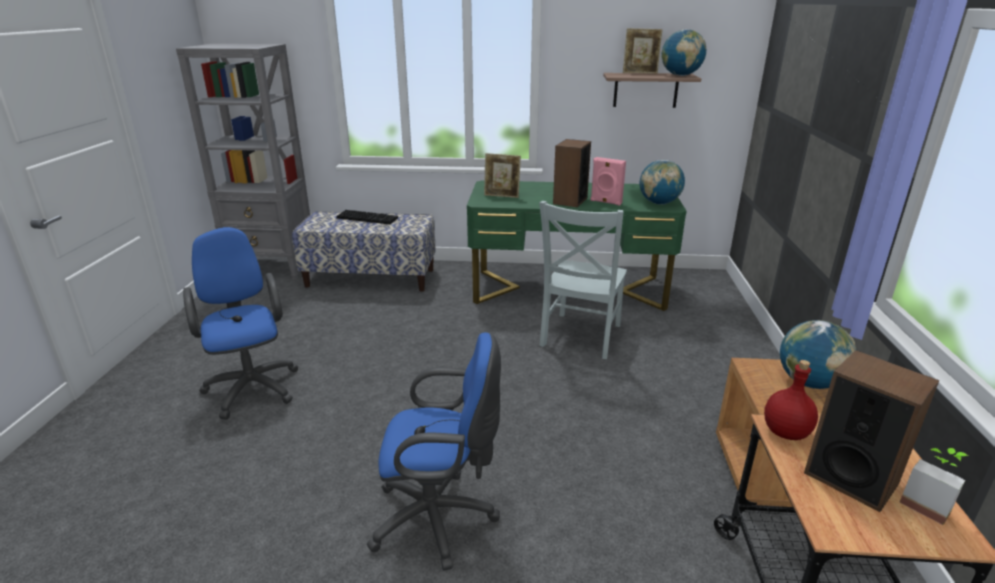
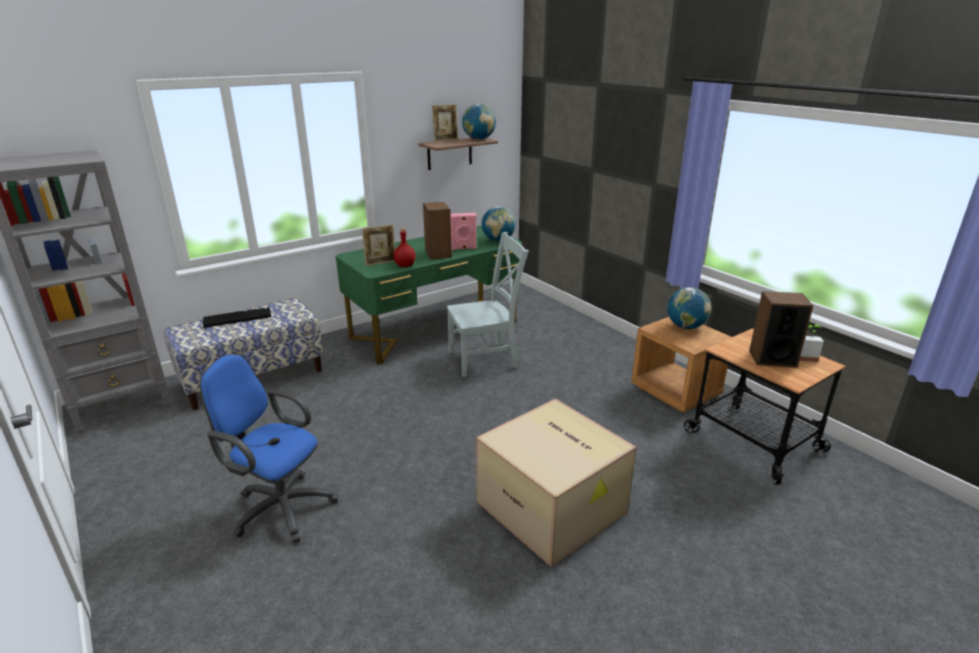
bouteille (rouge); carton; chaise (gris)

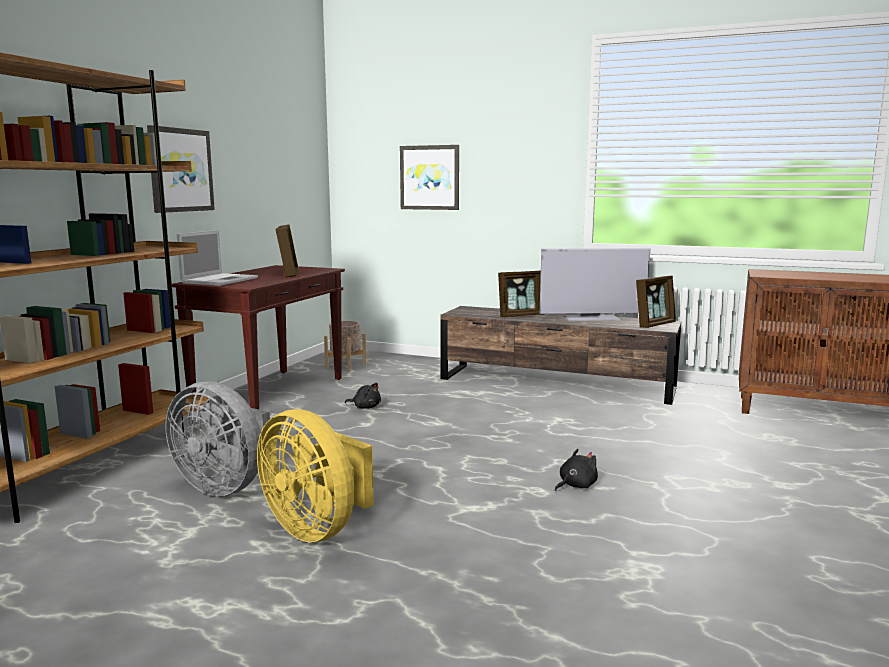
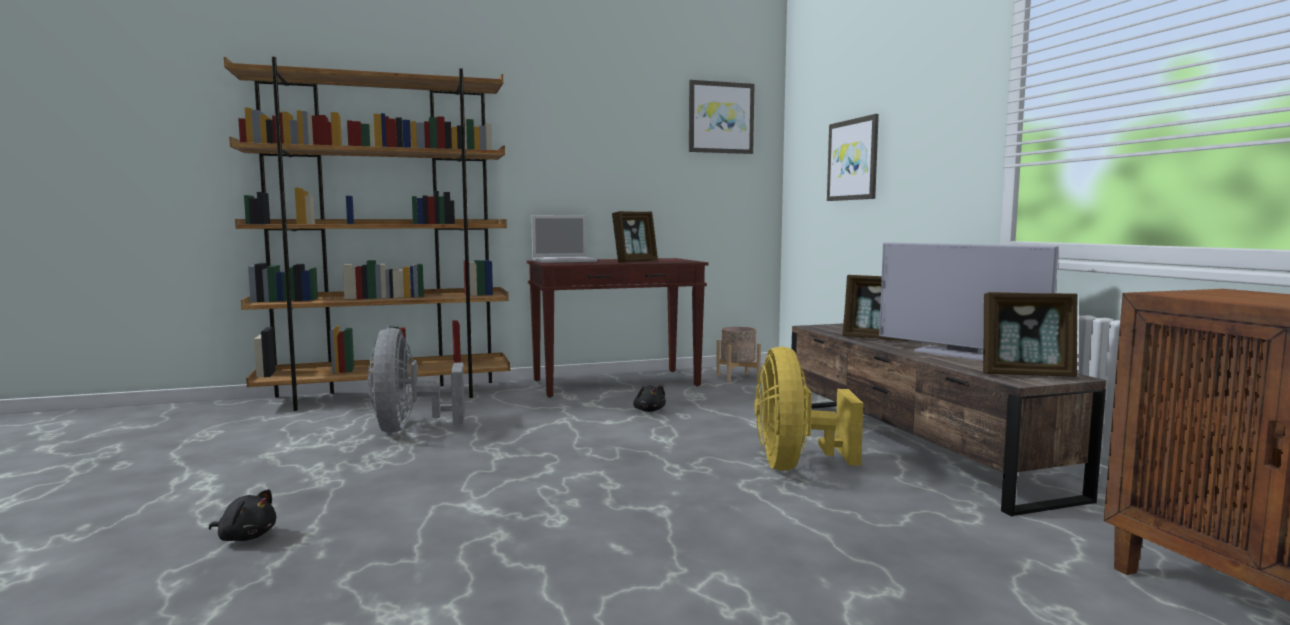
tableau (1st from left); ventilateur (jaune); peluche (noir) (1st from left)

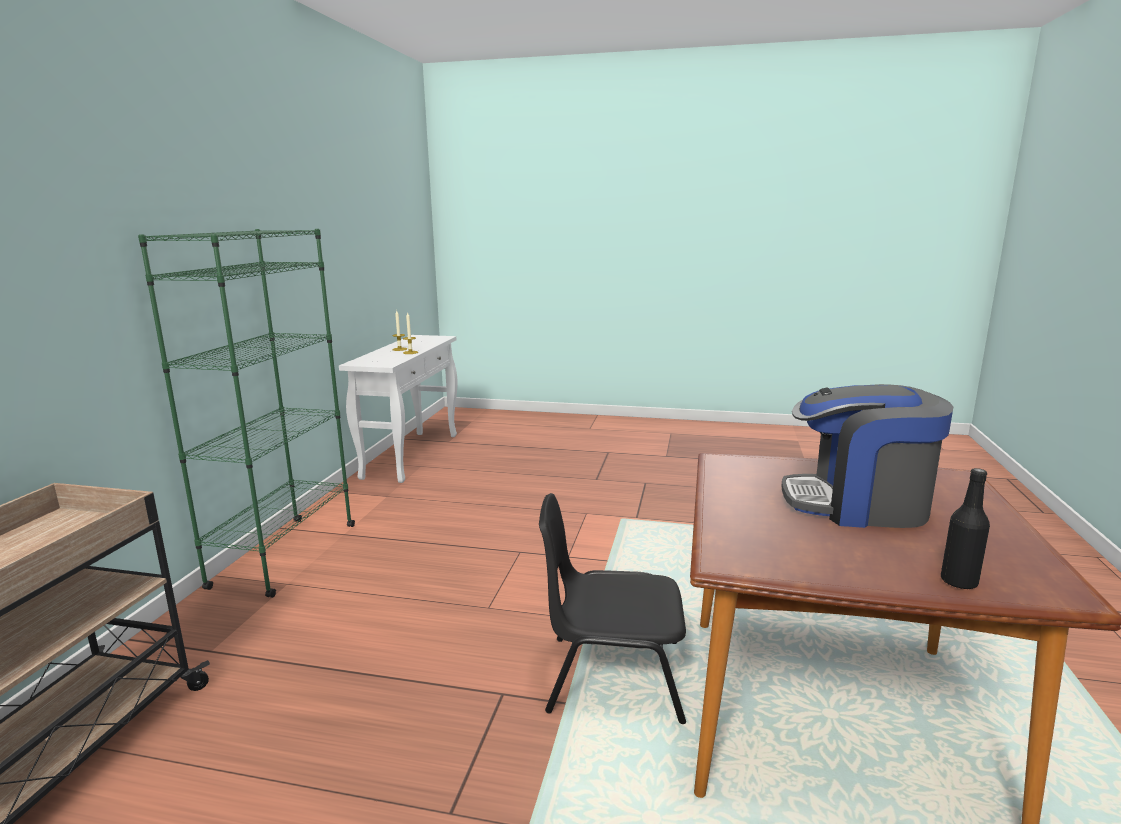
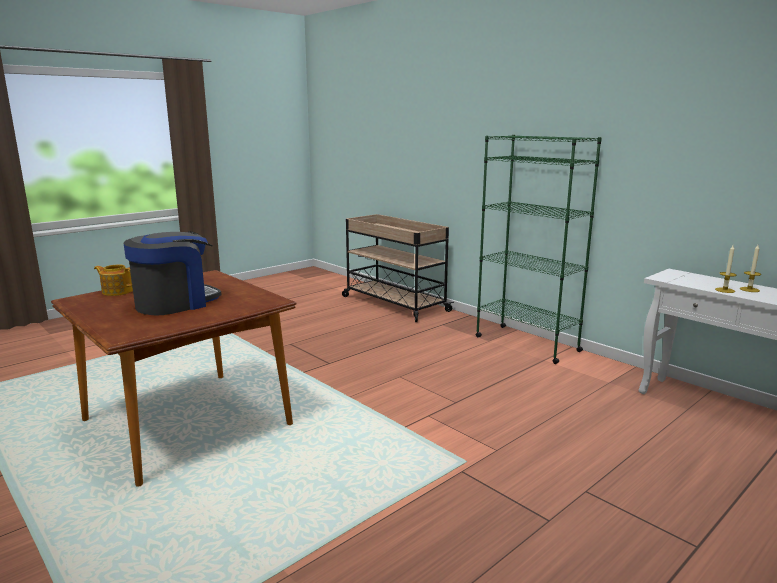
chaise (noir); théière

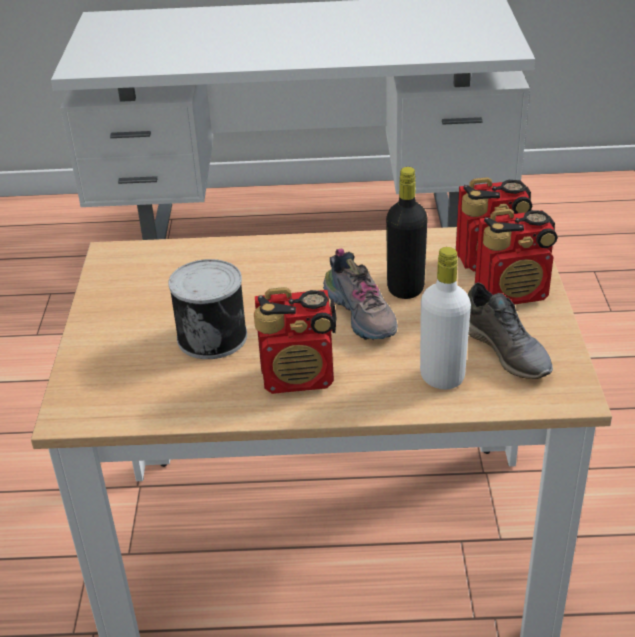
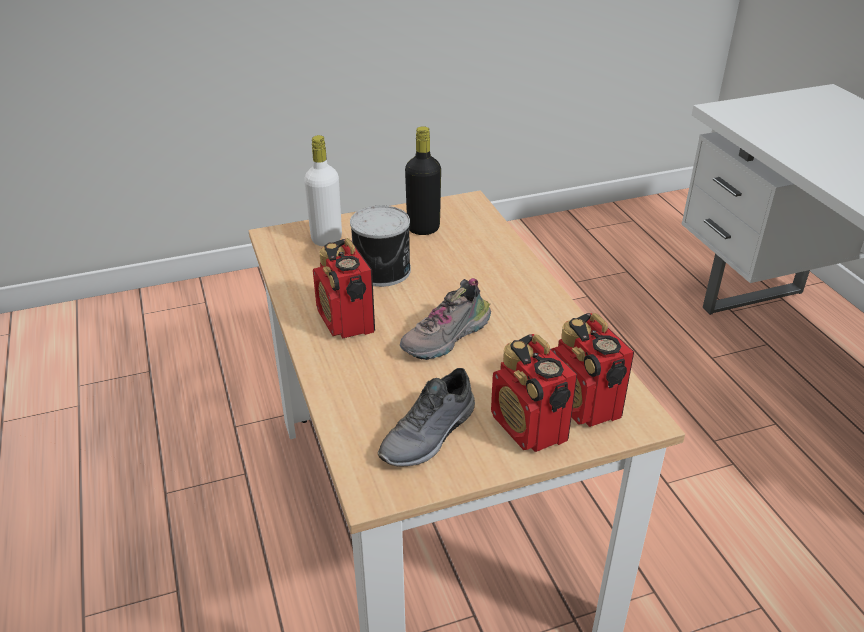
bouteille (noir); bouteille (blanc)

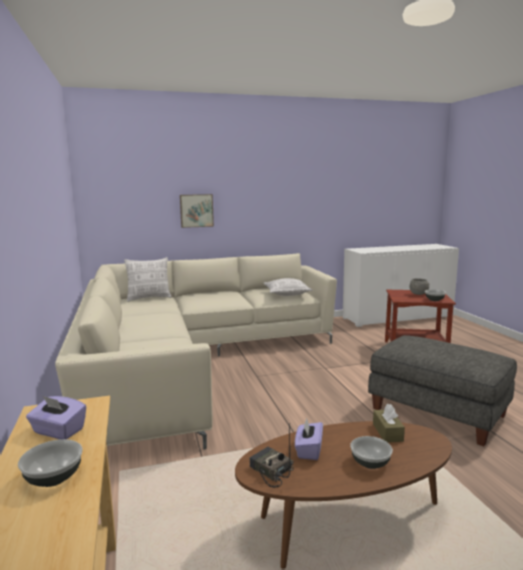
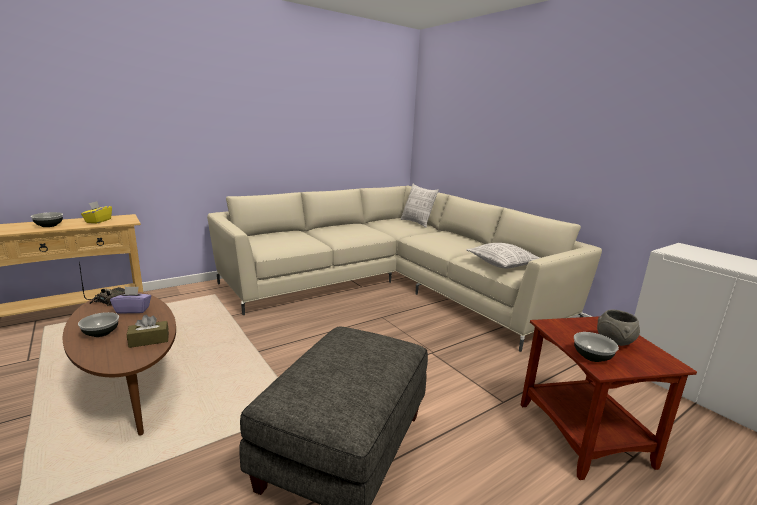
tableau; boîte à mouchoirs (jaune)

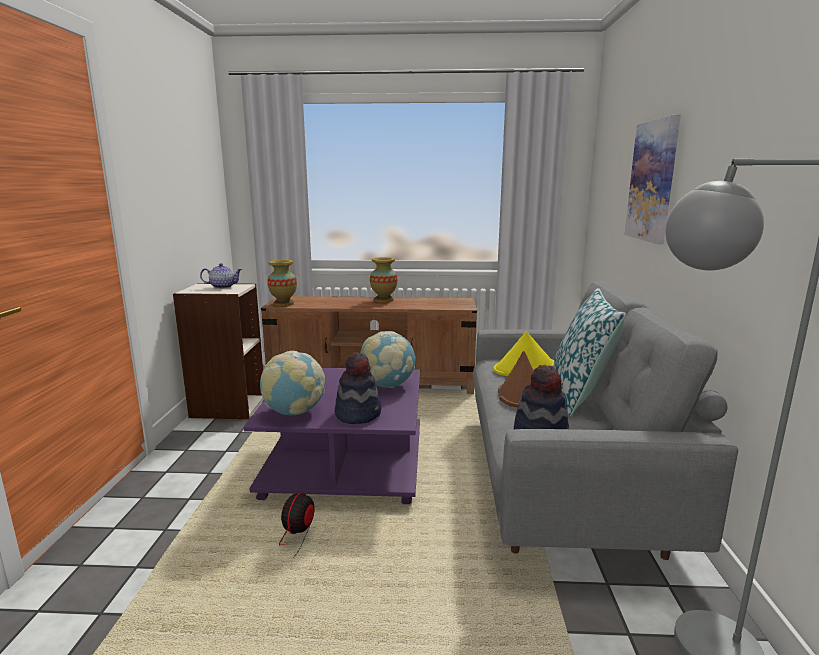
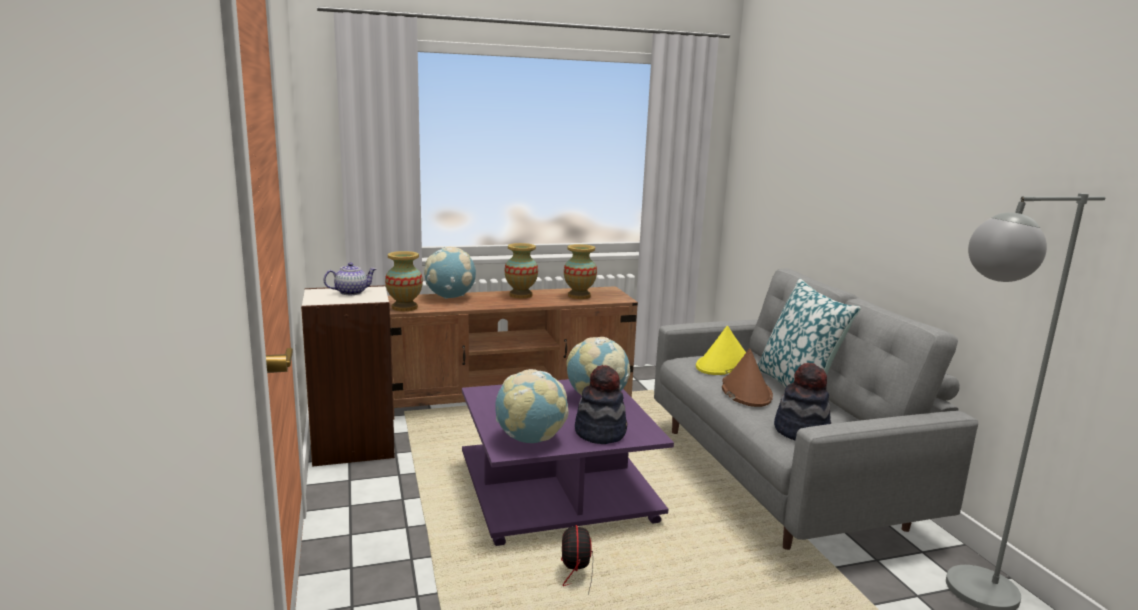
tableau; globe (1st from left); vase (3rd from left)

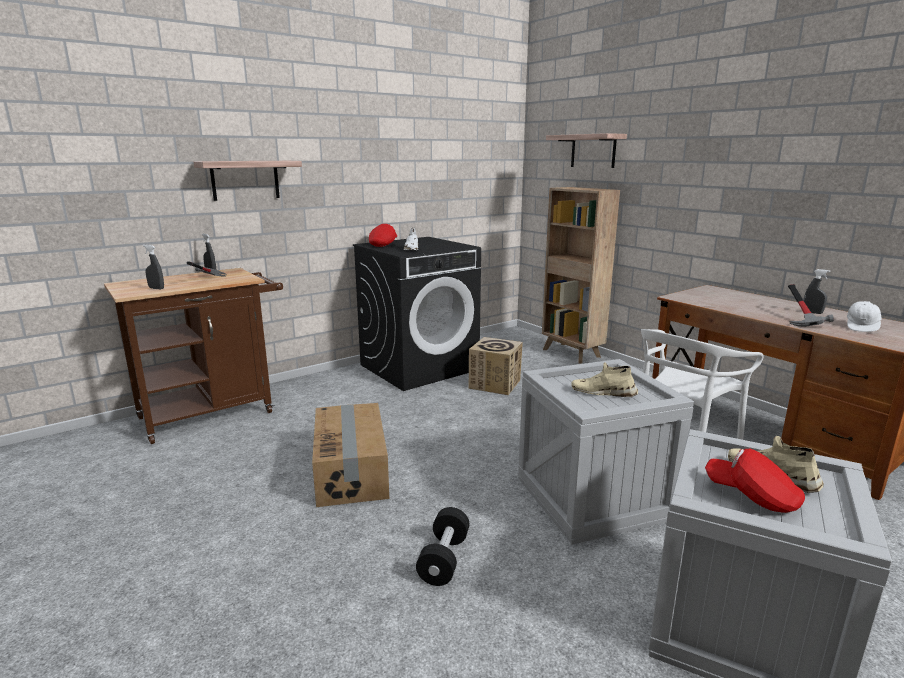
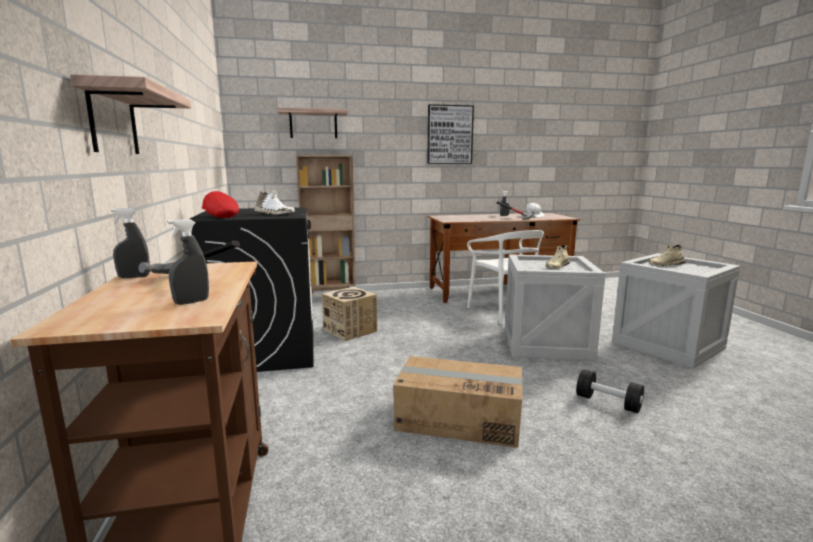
casquette (rouge) (2nd from left in the first image); tableau

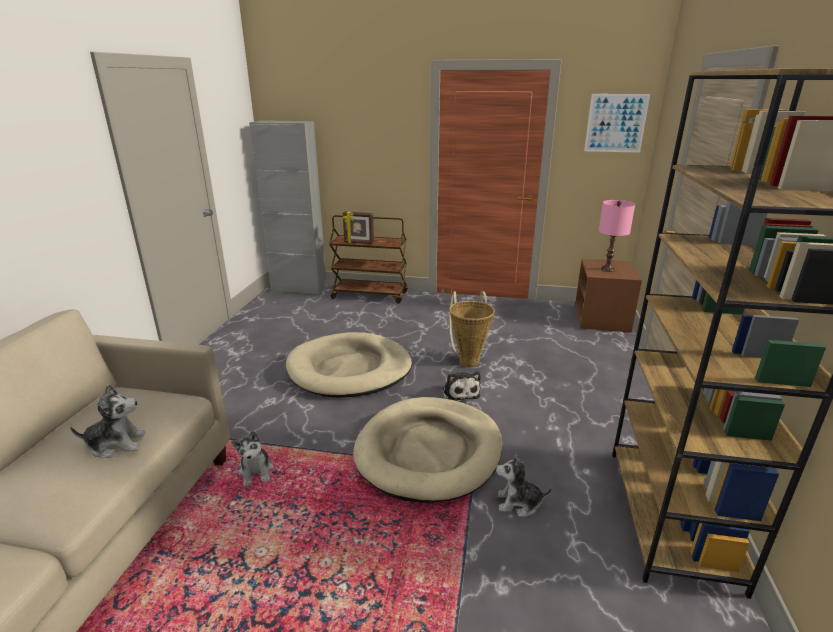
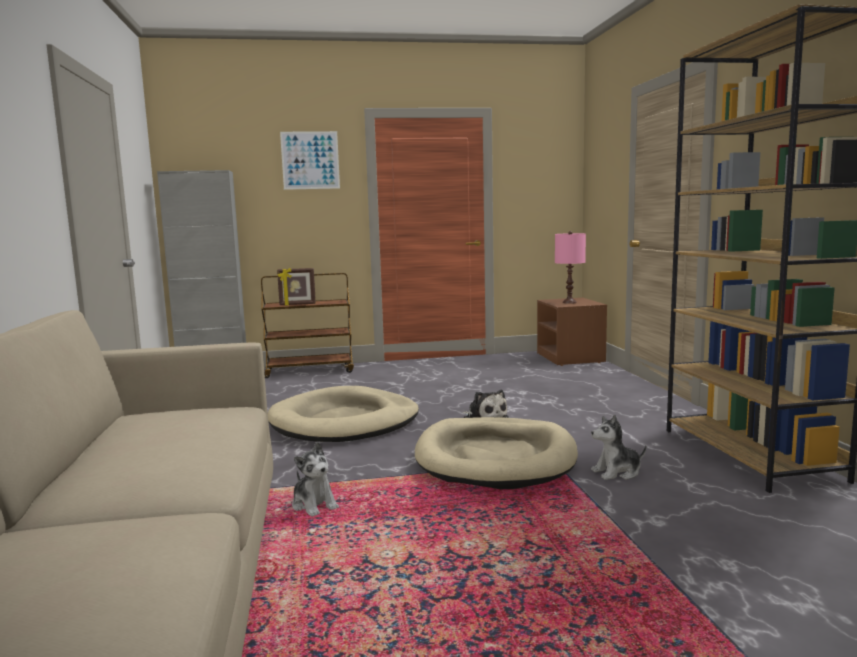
peluche (1st from left in the first image); panier; tableau

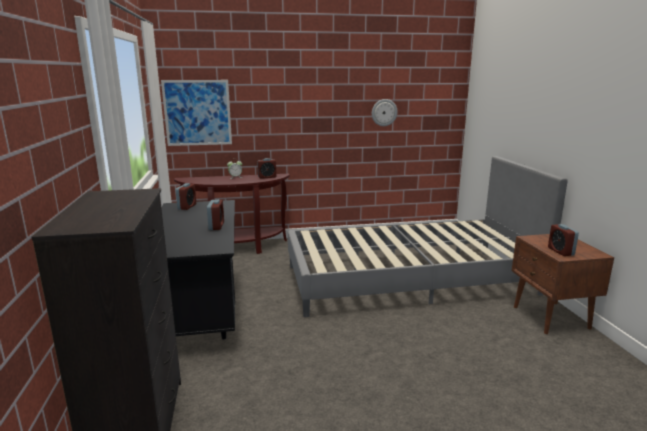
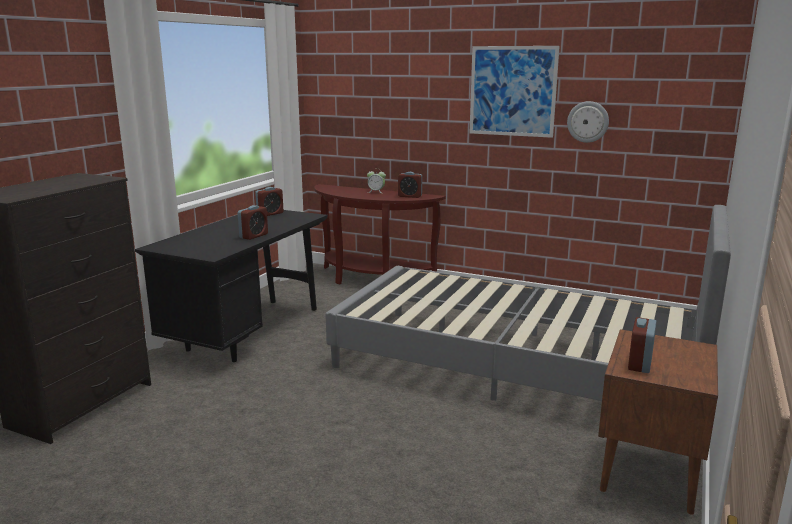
tableau

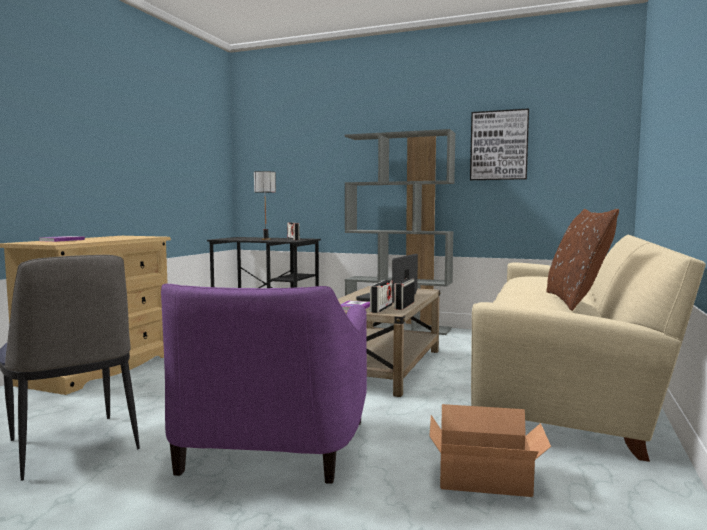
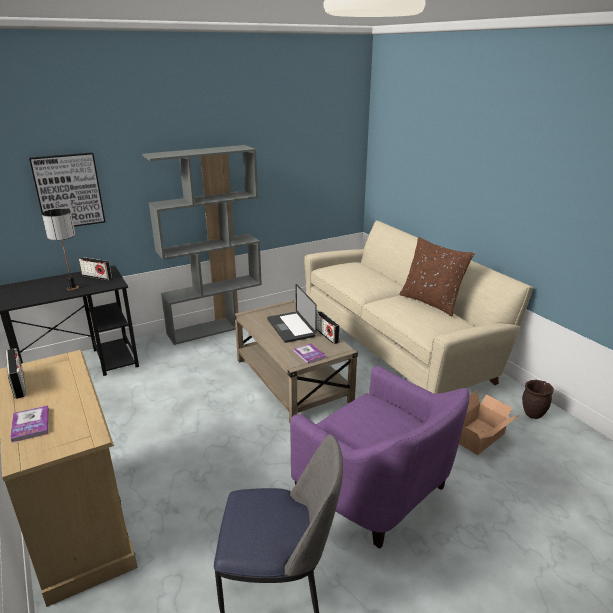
cache-pot (marron); radio (1st from left); tableau

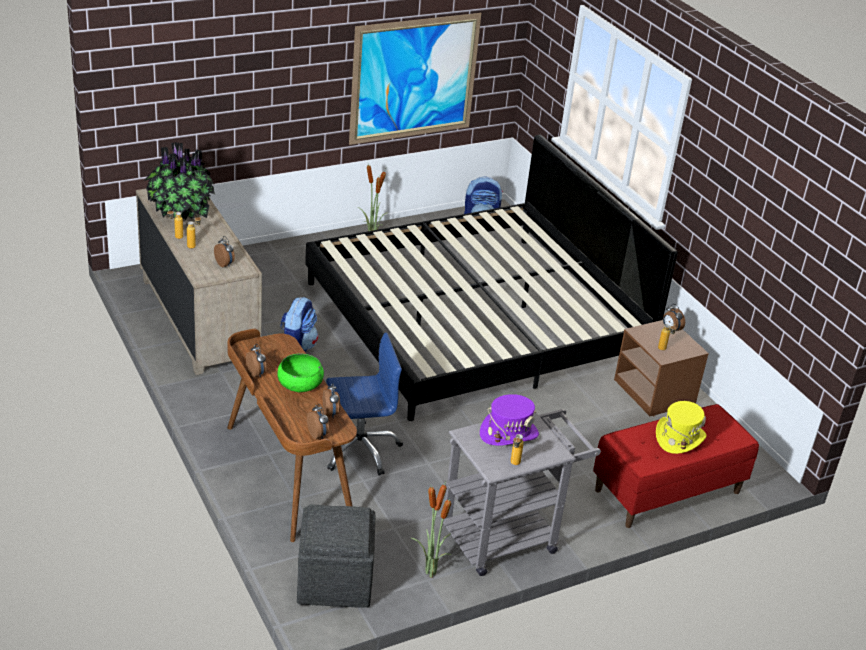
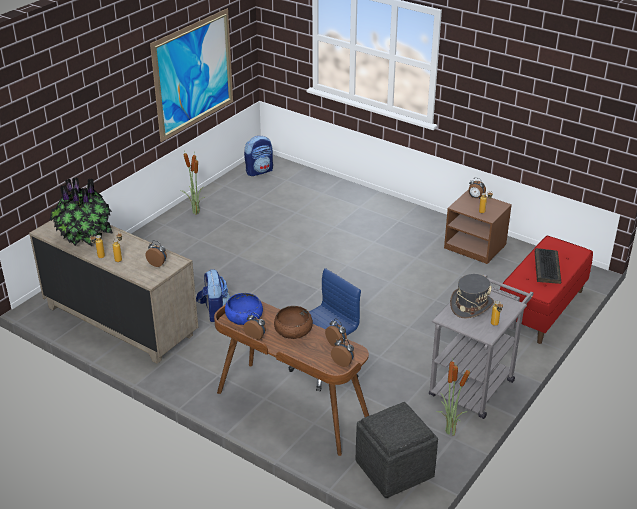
lit; bol (bleu); clavier; bol (marron); chapeau (gris)

